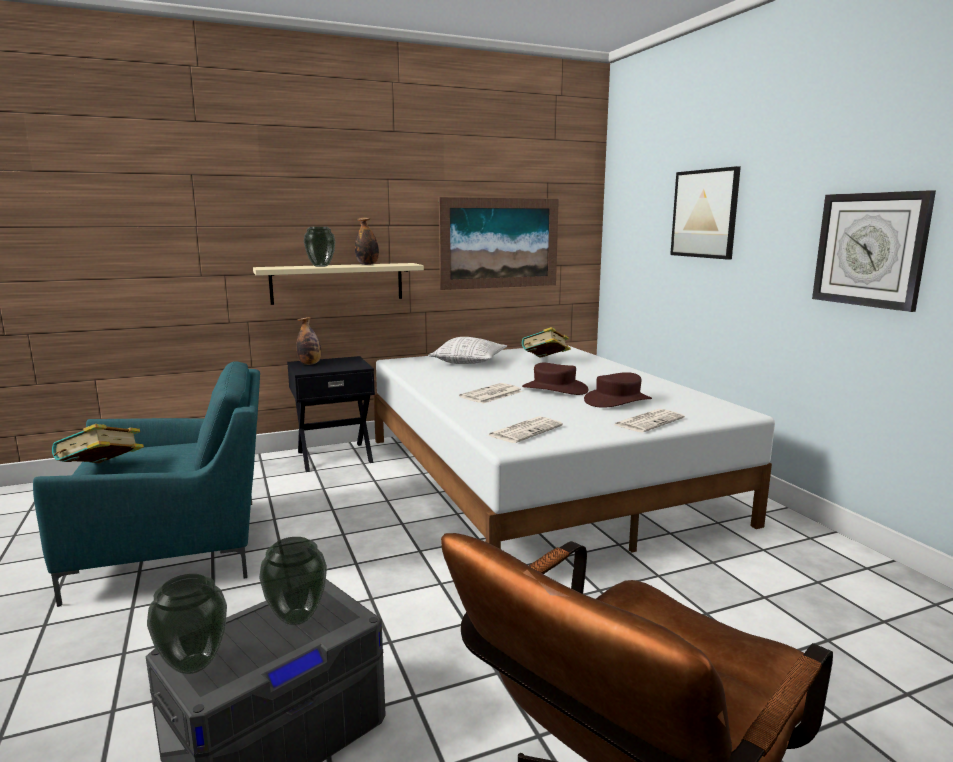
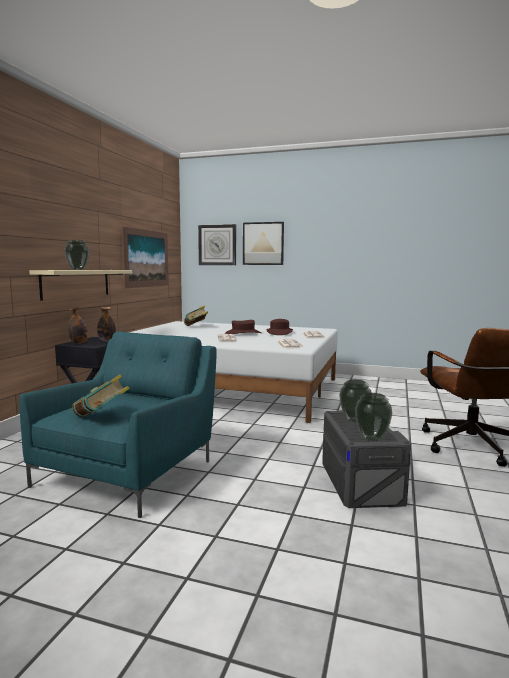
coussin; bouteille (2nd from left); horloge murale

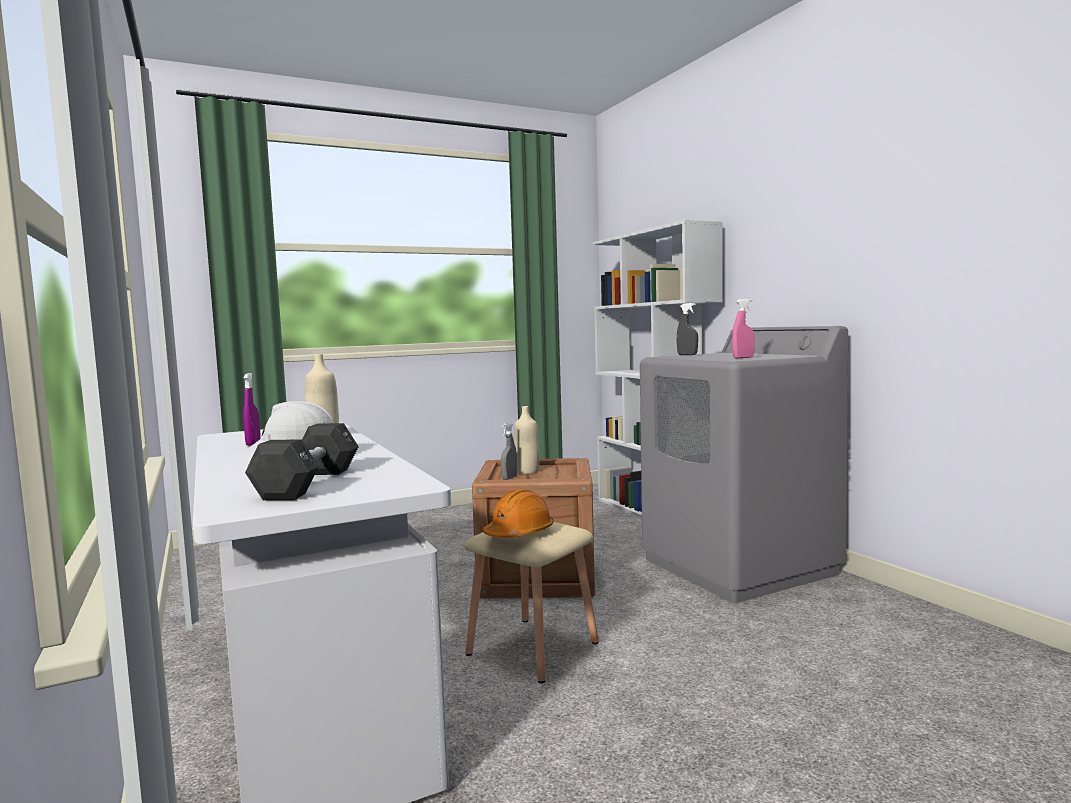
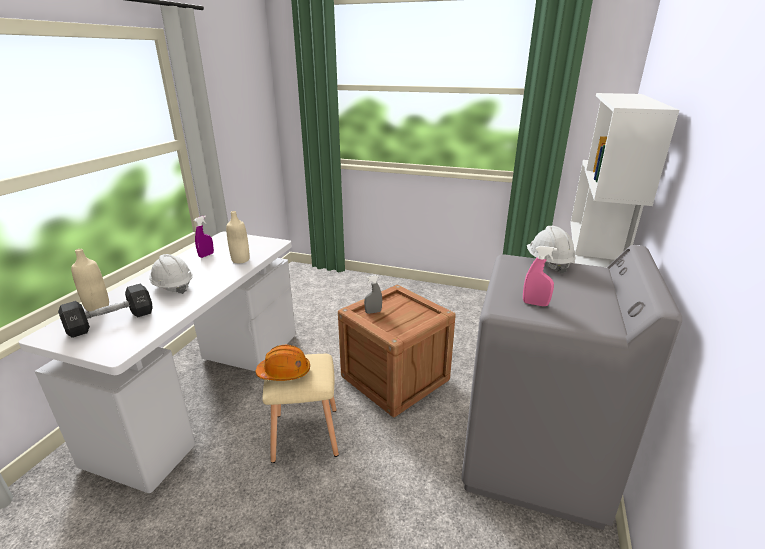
bouteille (beige) (1st from left); casque de chantier (blanc) (2nd from left)

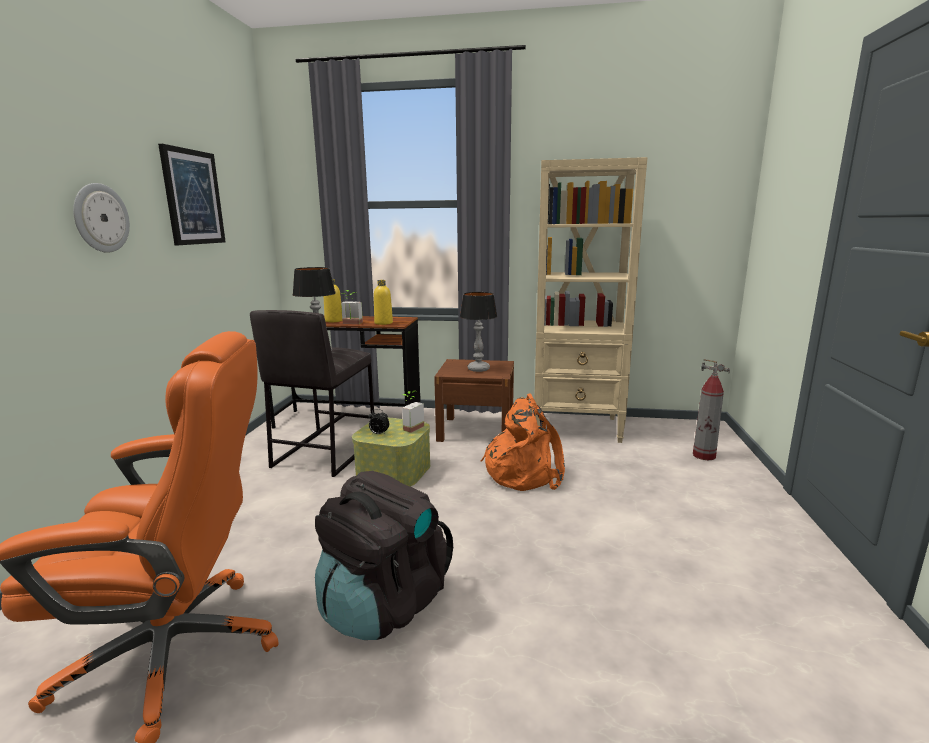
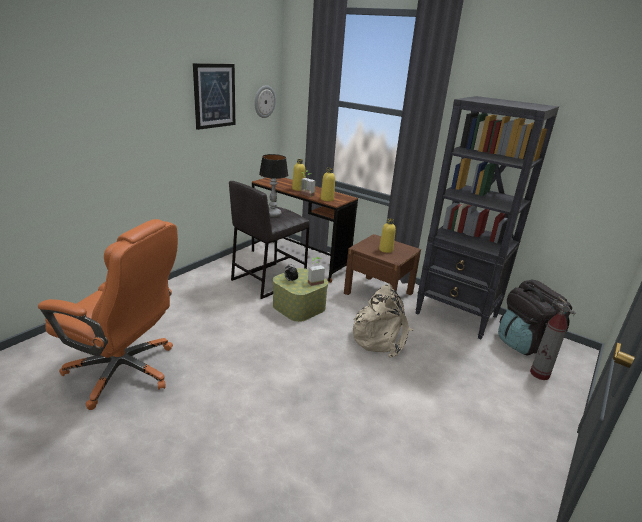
horloge murale; sac à dos (noir); bouteille (jaune) (3rd from left); sac à dos (beige); bibliothèque (noir)

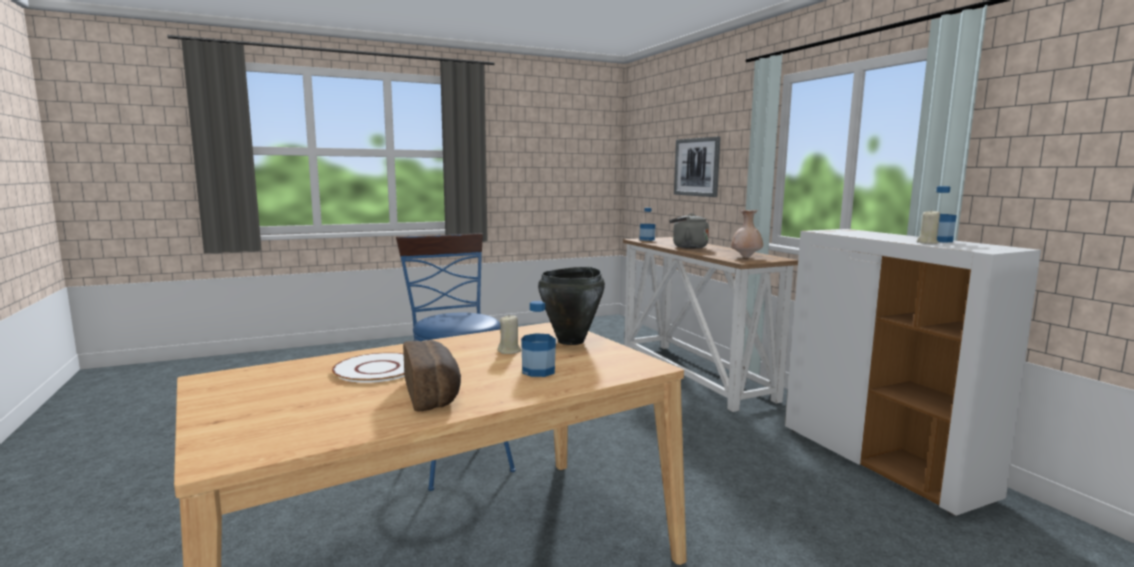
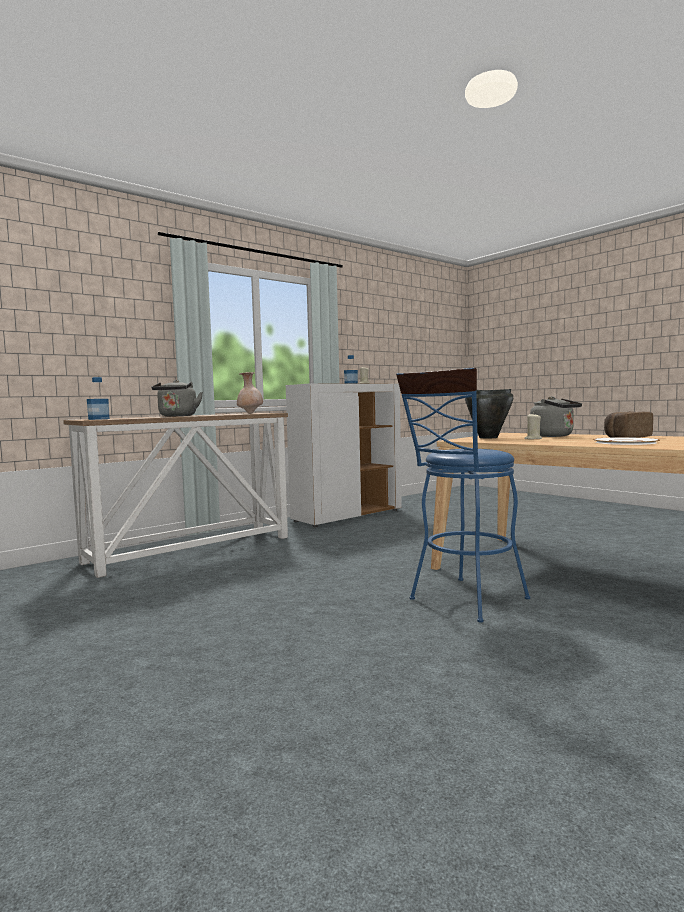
tableau; bouilloire (gris) (2nd from left)

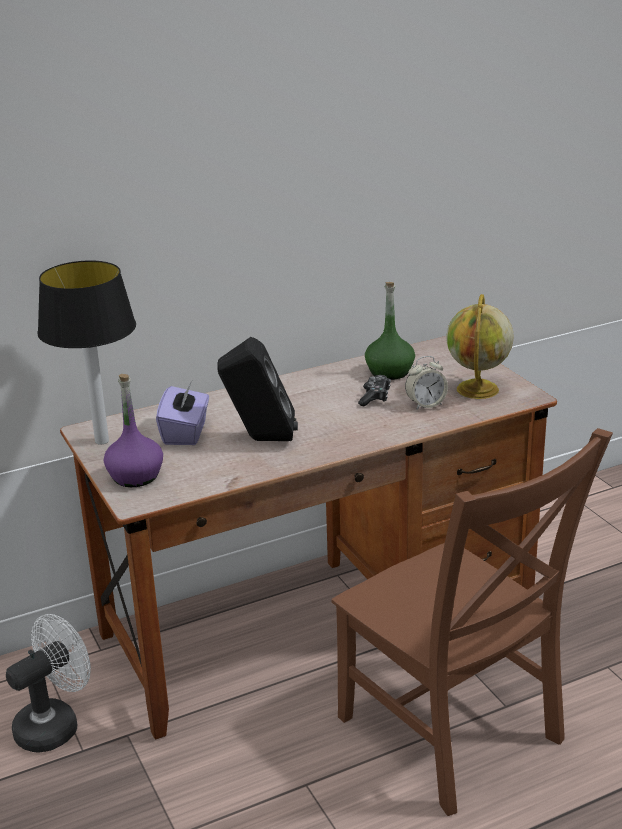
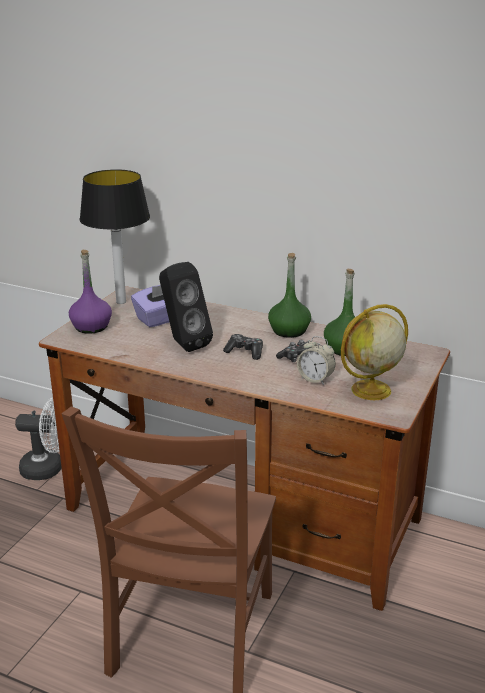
manette (1st from left); bouteille (vert) (1st from left)

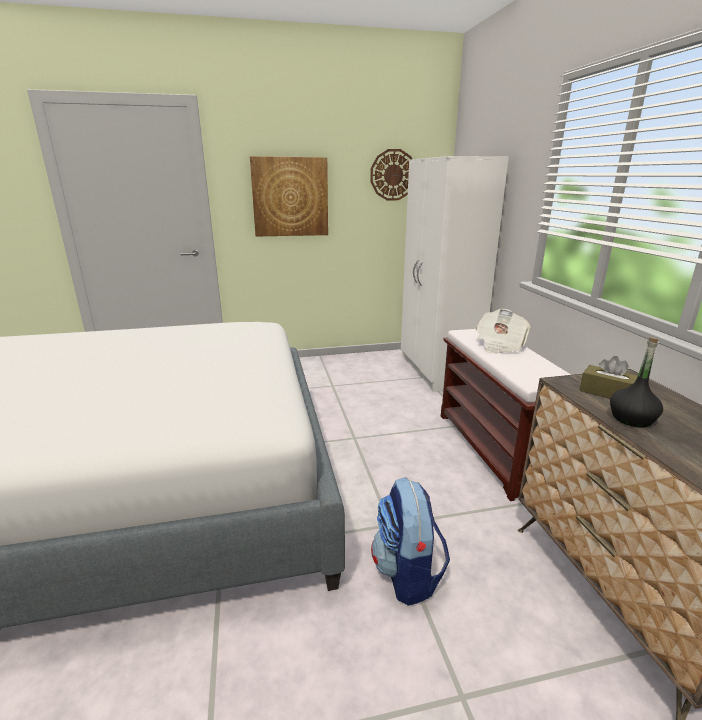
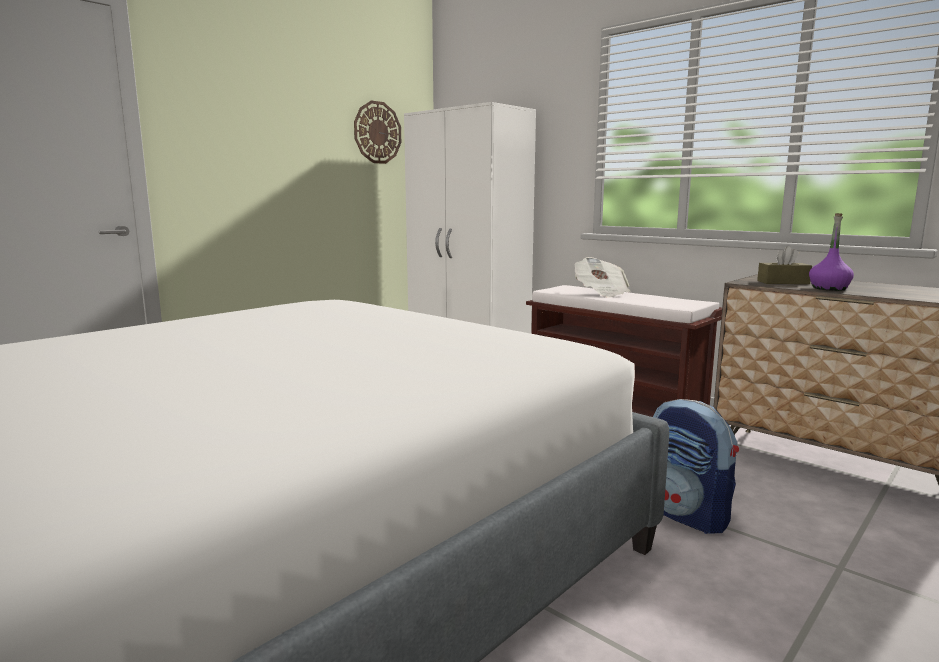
tableau; bouteille (violet)

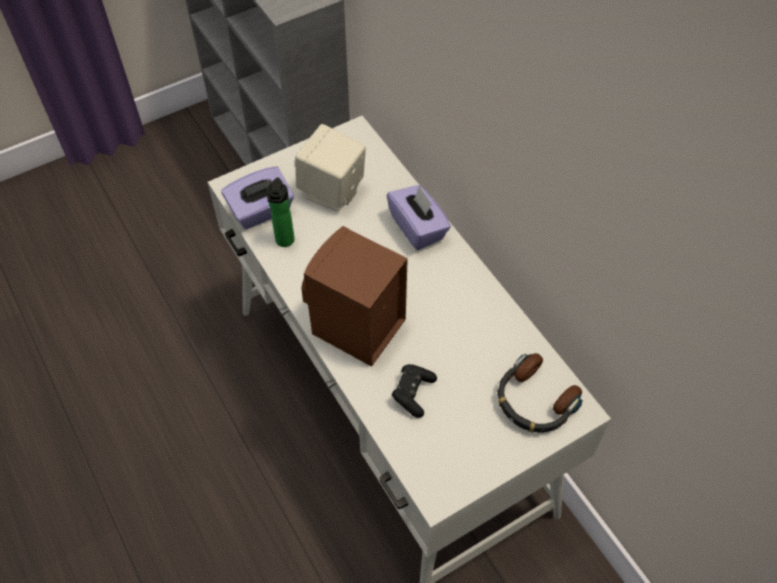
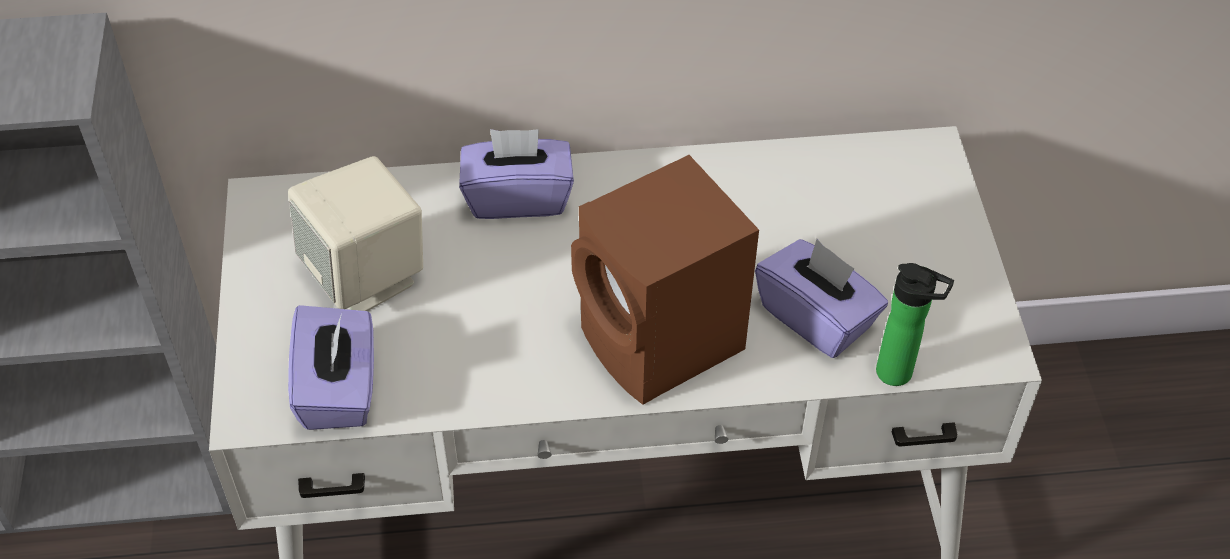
casque audio; bouteille; boîte à mouchoirs (violet) (3rd from left)

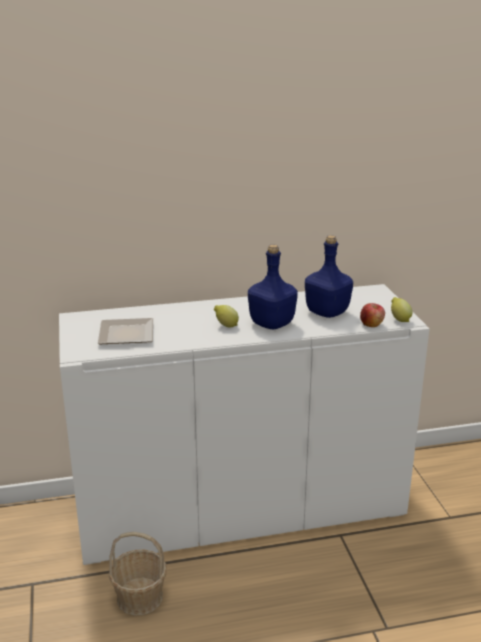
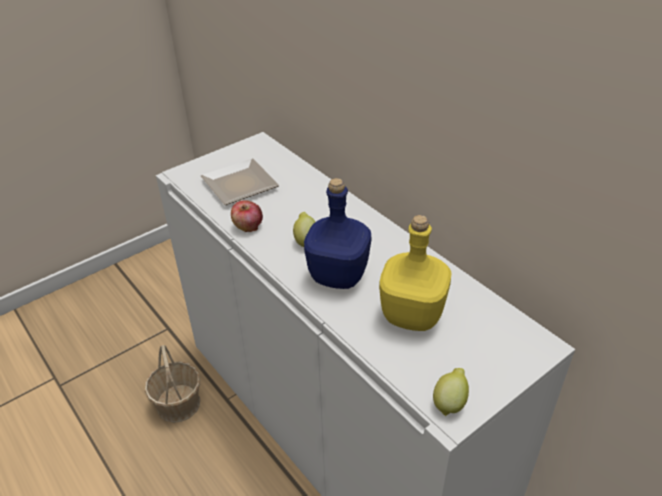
pomme; bouteille (jaune)

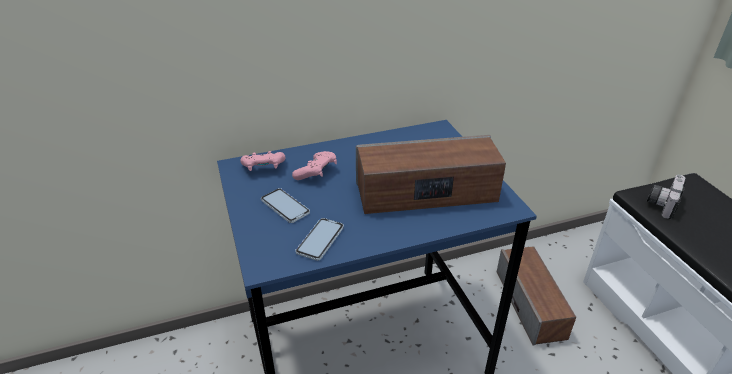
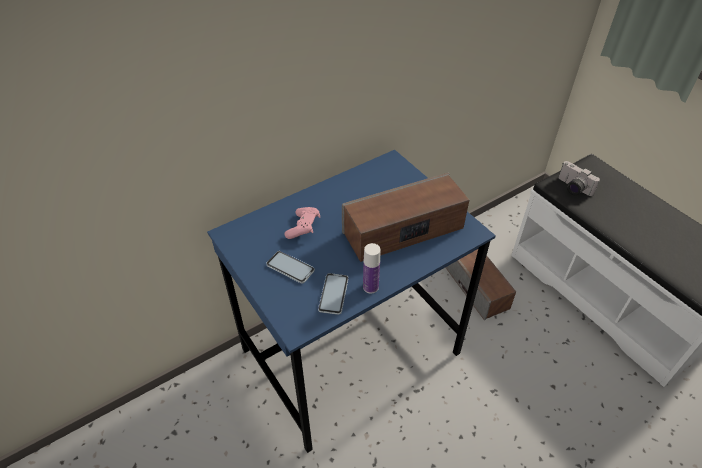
manette (rose) (1st from left in the first image); bouteille; appareil photo

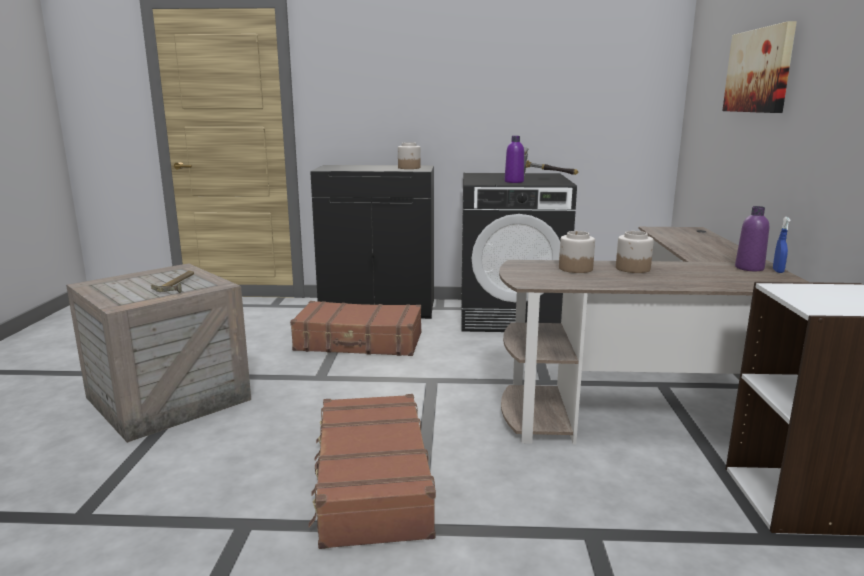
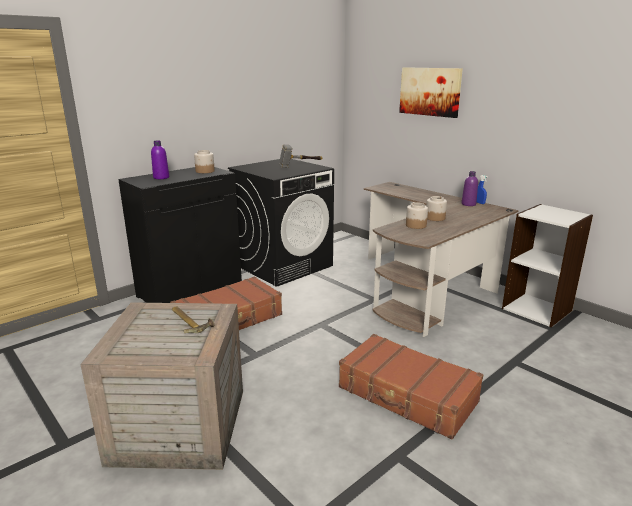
bouteille (violet) (1st from left)

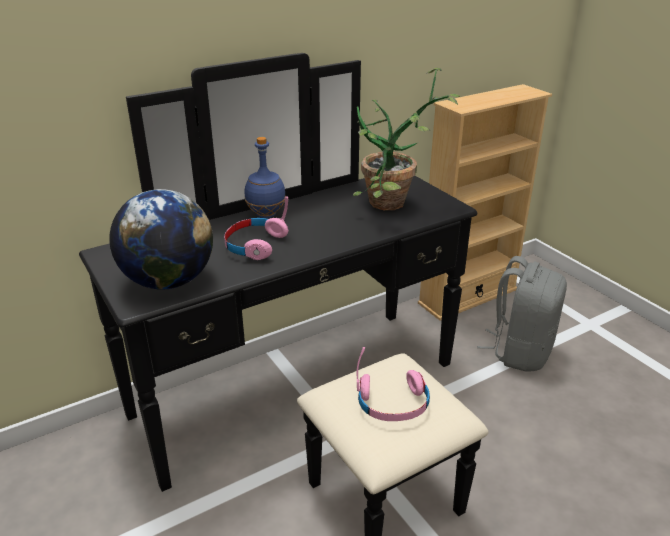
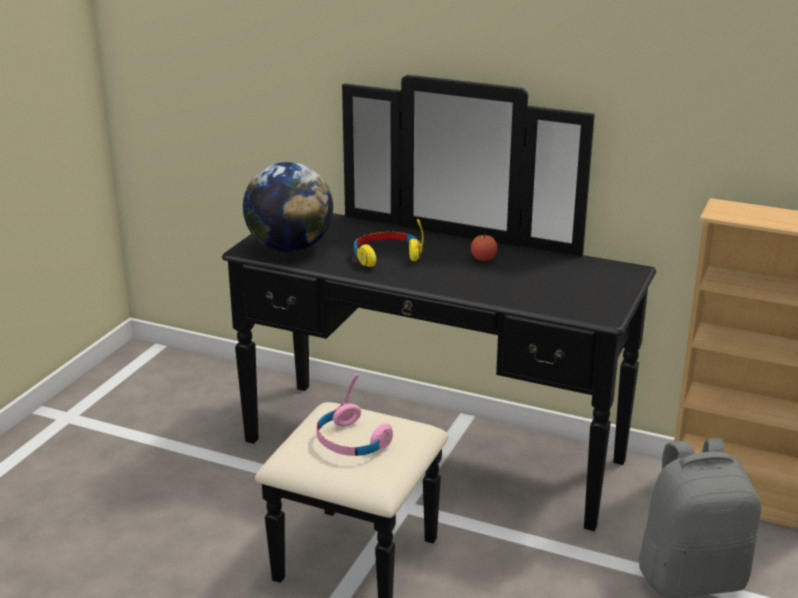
bouteille (bleu); plante en pot; pomme; casque audio (jaune)

